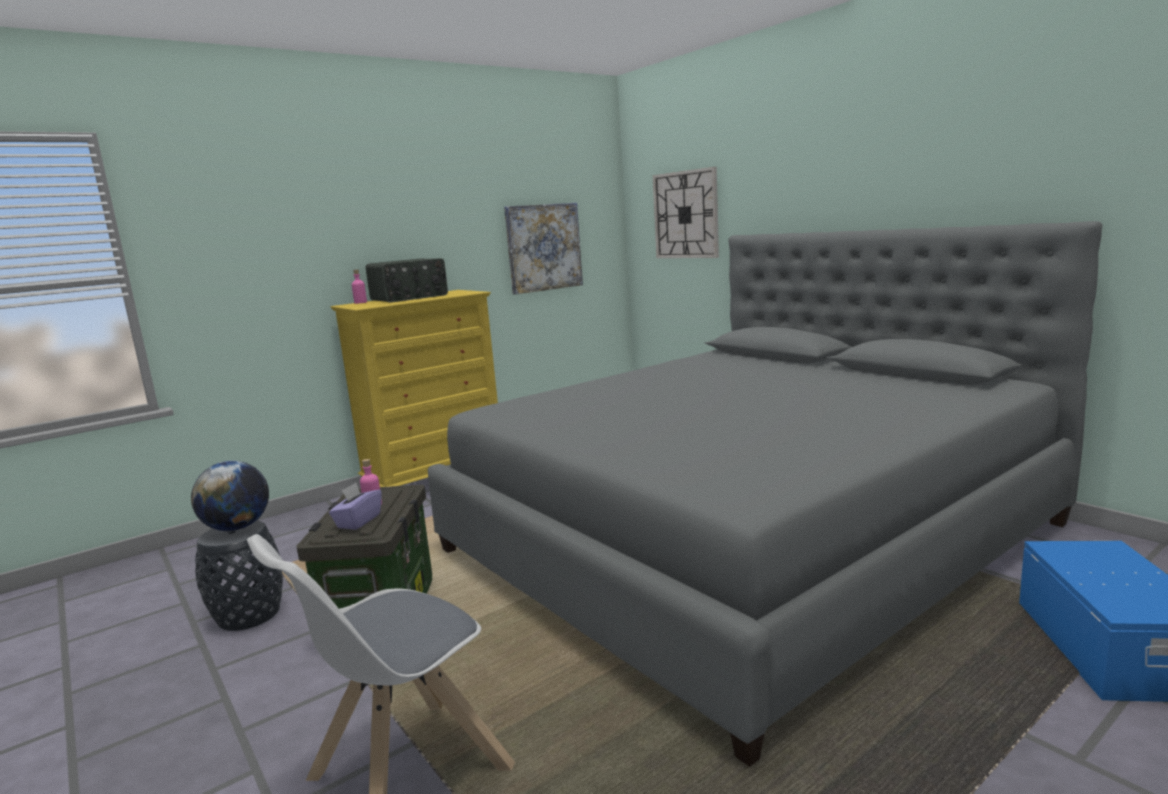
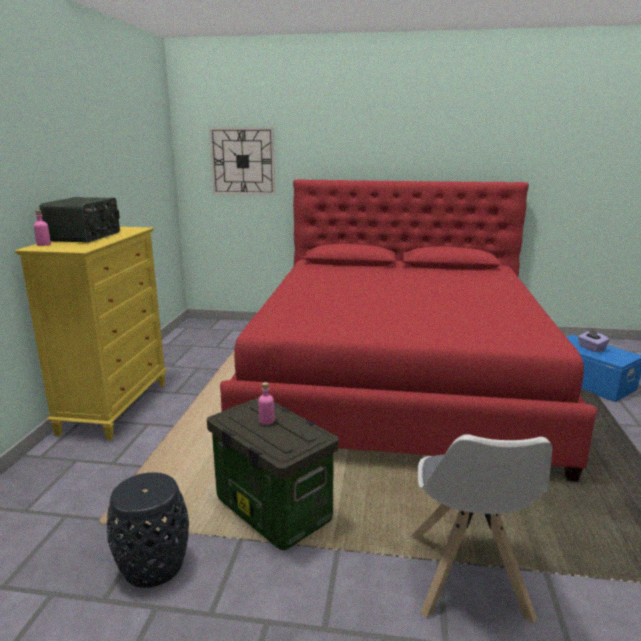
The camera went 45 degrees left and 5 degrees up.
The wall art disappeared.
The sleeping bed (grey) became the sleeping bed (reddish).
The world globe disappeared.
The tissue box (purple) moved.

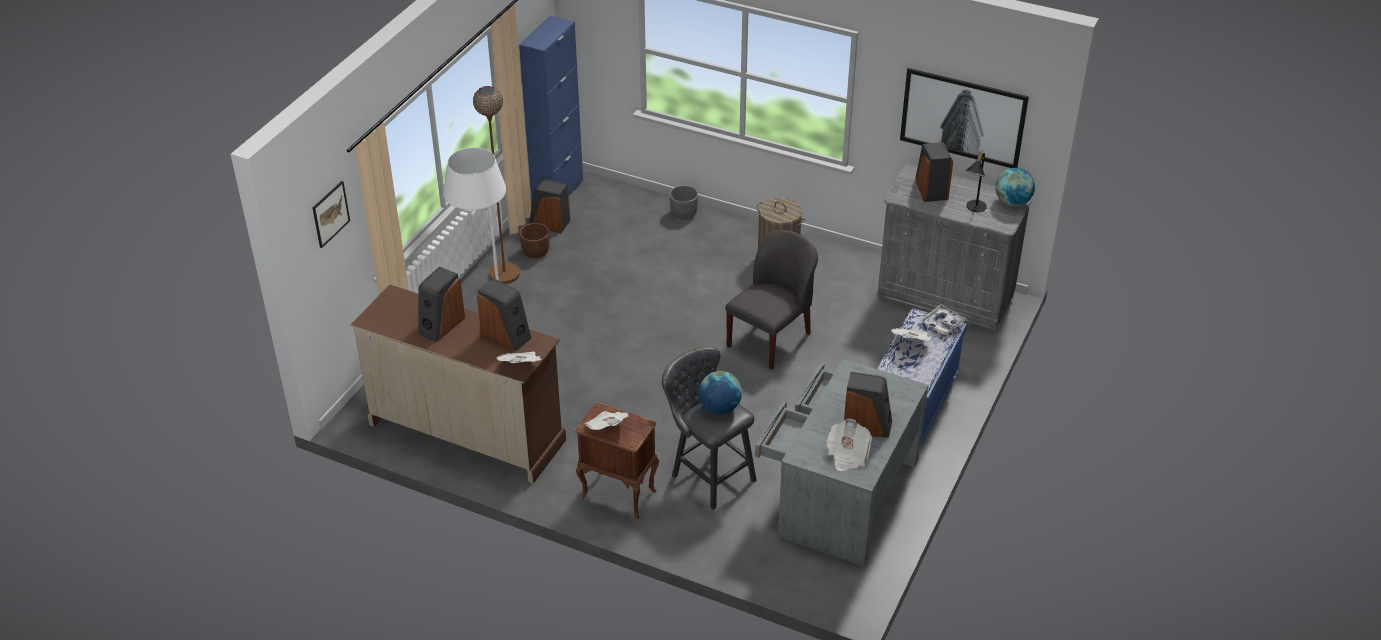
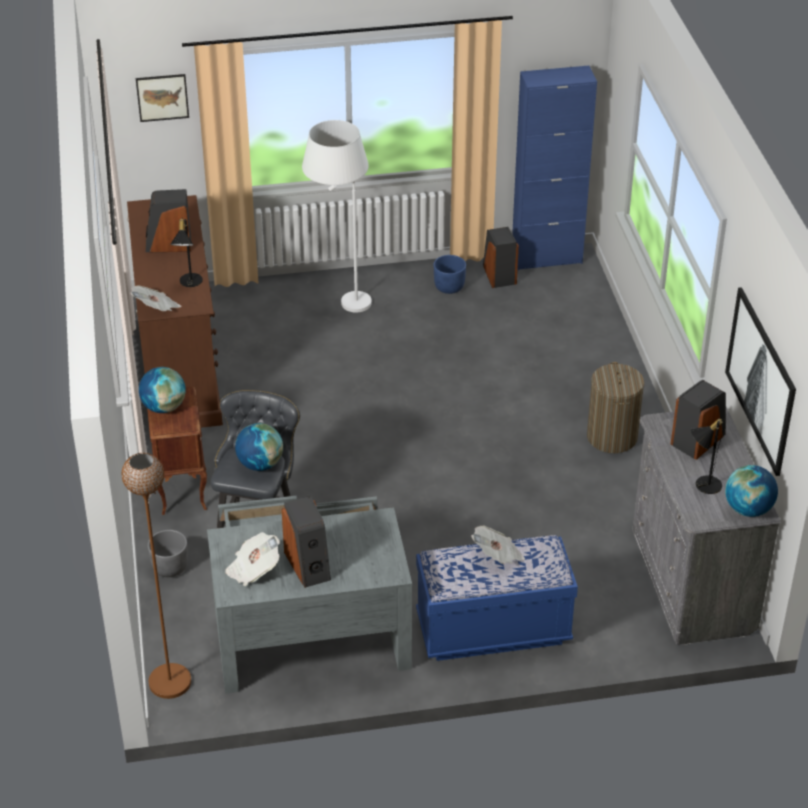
The camera went 55 degrees right and 0 degrees up.
The standing lamp (brown) moved.
The planter (grey) moved.
The planter (brown) became the planter (blue-coloured).
The chair (grey) disappeared.
The audio speaker (no. 2 from left) was replaced by the lamp for a table (black-coloured) (no. 1 from left).
The tray disappeared.
The newspaper (no. 2 from left) was replaced by the world globe (no. 1 from left).

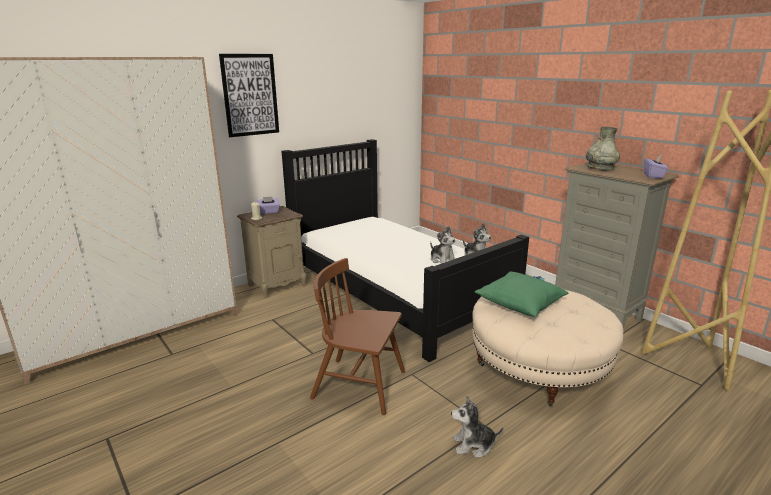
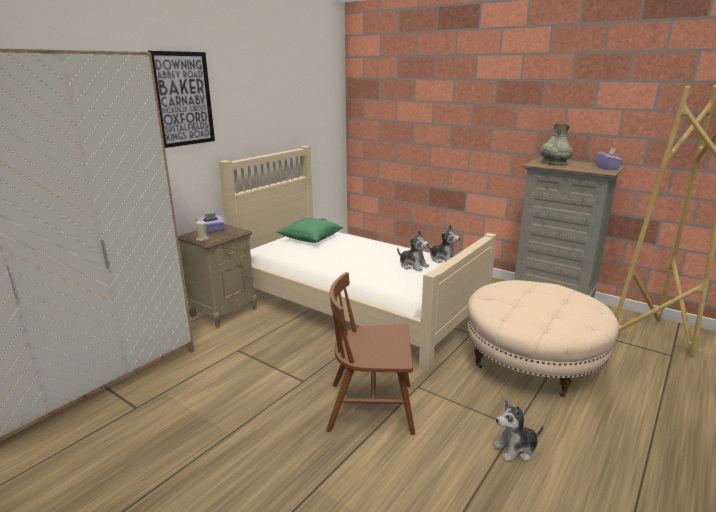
The camera went 15 degrees left and 0 degrees up.
The sleeping bed (black-coloured) became the sleeping bed (sand-coloured).
The throw pillow (greenish) moved.

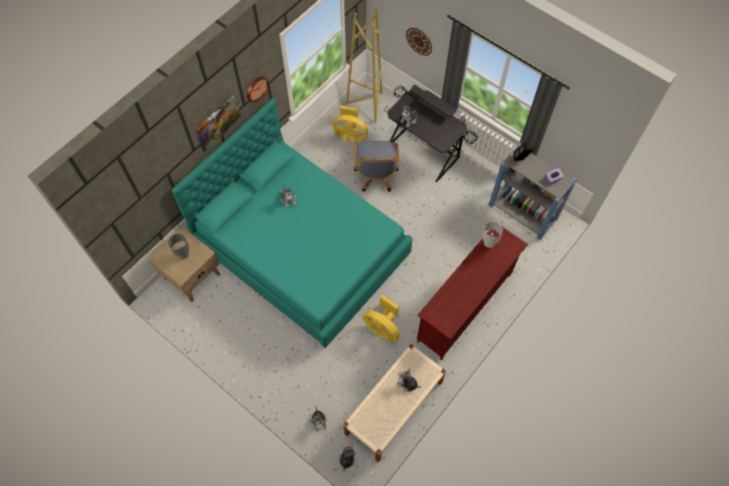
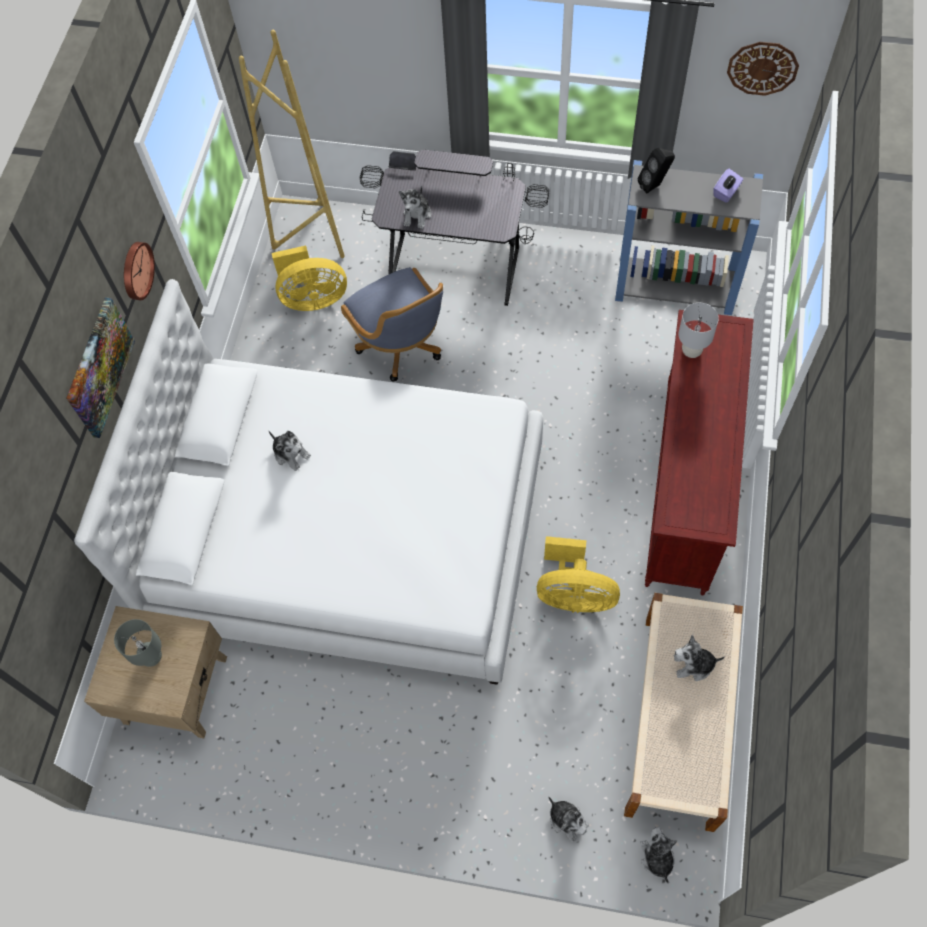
The camera went 25 degrees left and 0 degrees up.
The wall clock (no. 2 from left) moved.
The sleeping bed (turquoise-coloured) became the sleeping bed (white-coloured).

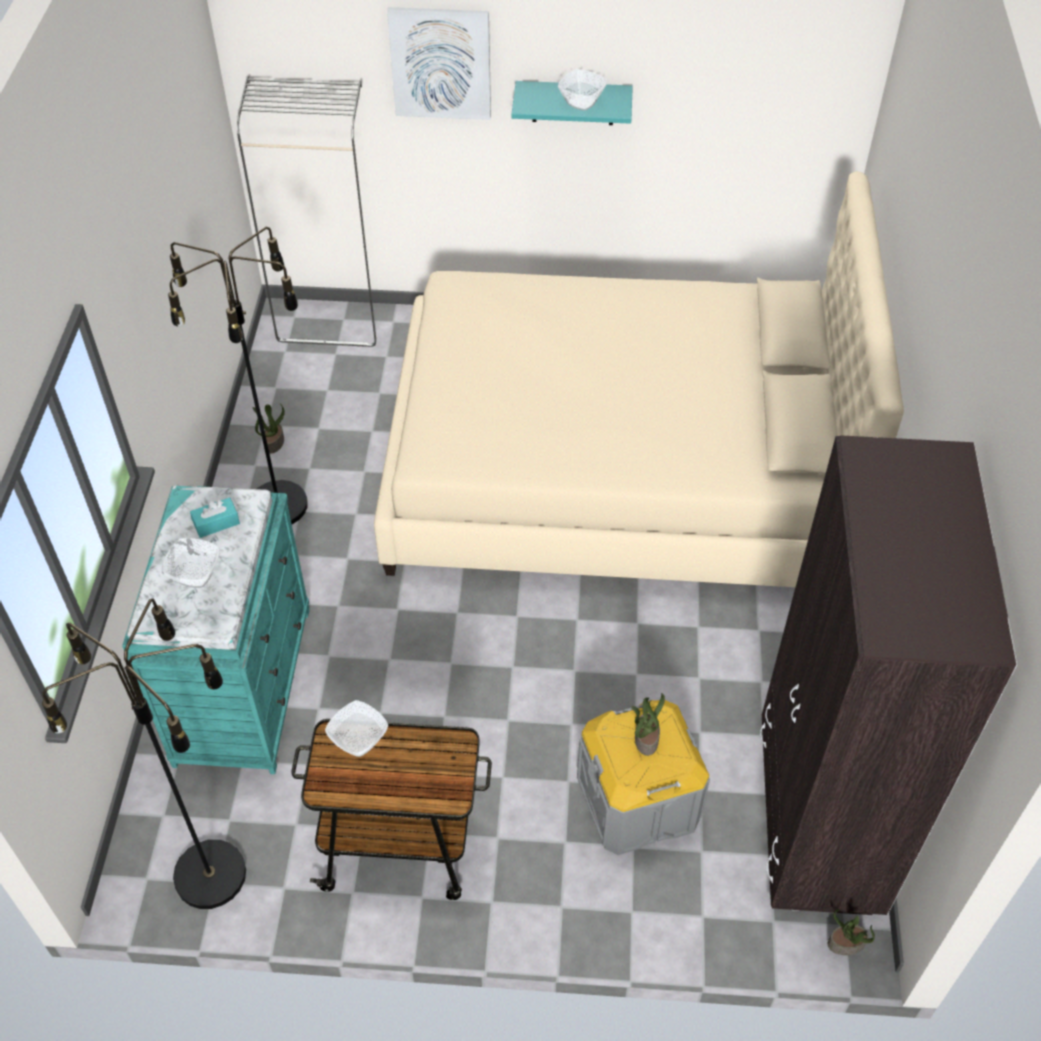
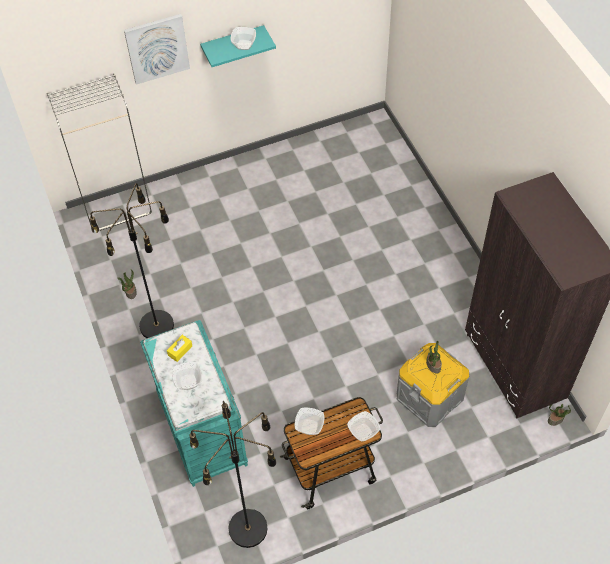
The camera went 25 degrees left and 5 degrees up.
The sleeping bed (sand-coloured) disappeared.
The tissue box (turquoise-coloured) became the tissue box (yellow-coloured).
The serving bowl (no. 4 from left) appeared.

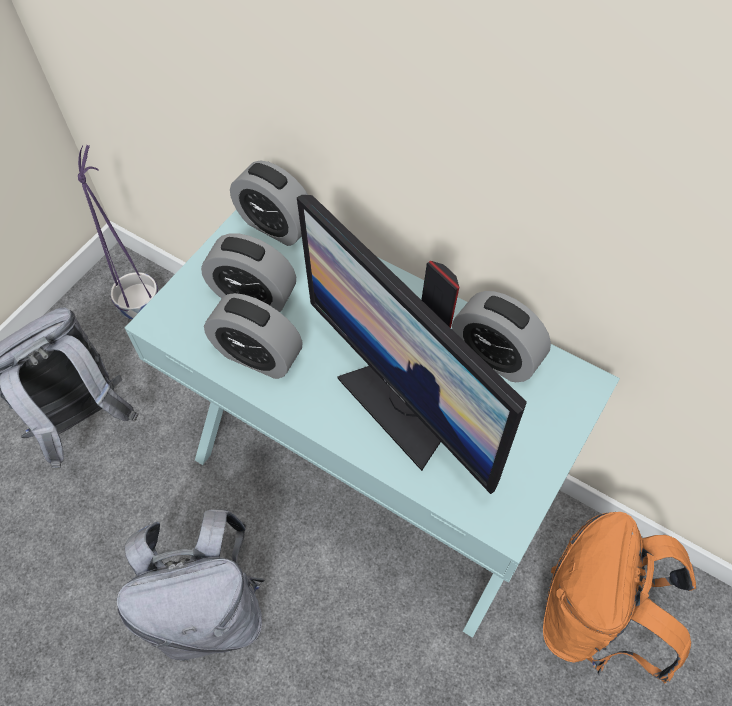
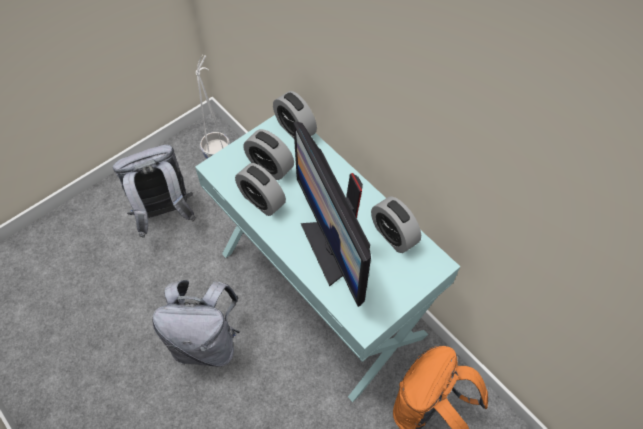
The camera went 15 degrees right and 0 degrees up.
The planter (purple) became the planter (white-coloured).

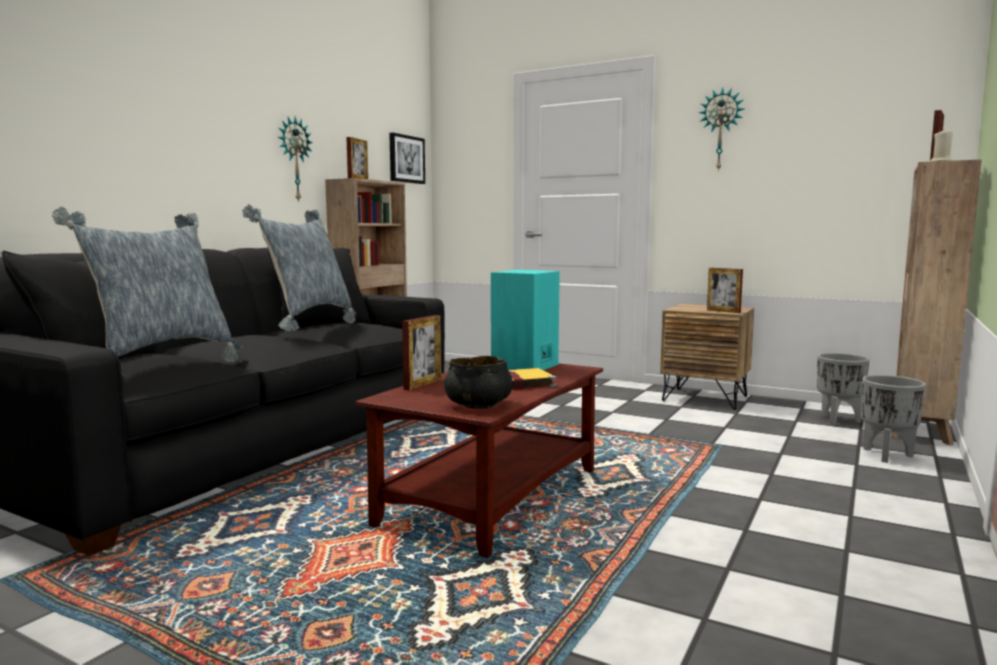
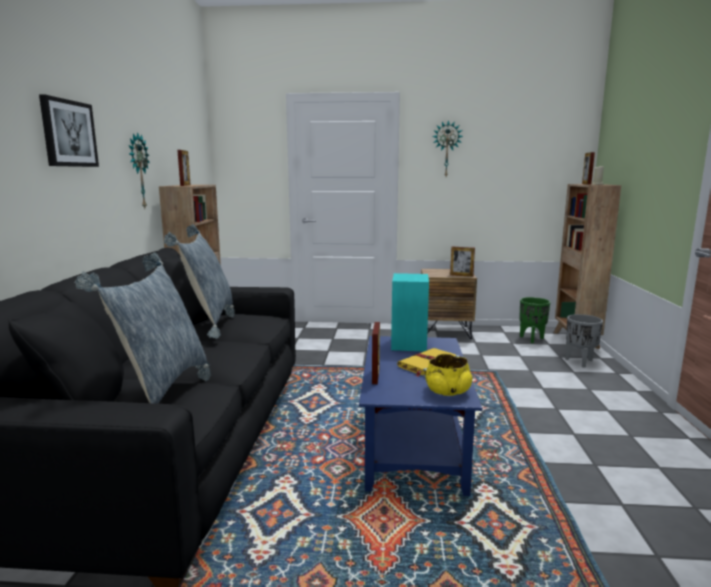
The camera went 25 degrees left and 5 degrees up.
The wall art moved.
The planter (grey) (no. 1 from left) became the planter (greenish).
The serving bowl (black-coloured) became the serving bowl (yellow-coloured).
The low table (brown) became the low table (blue-coloured).

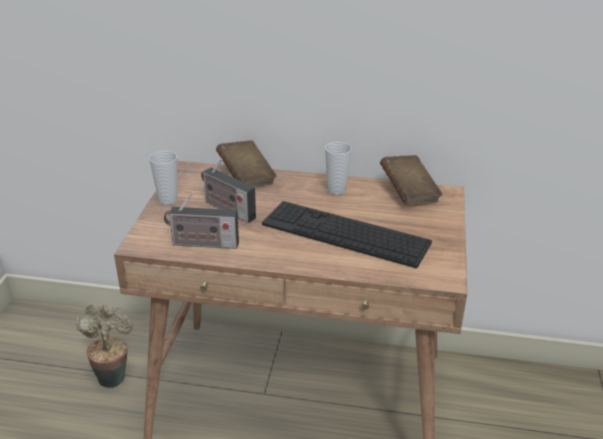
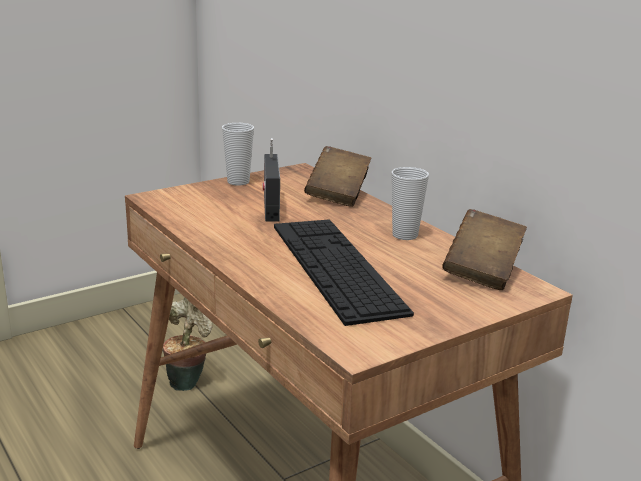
The camera went 45 degrees right and 10 degrees down.
The radio (no. 1 from left) disappeared.

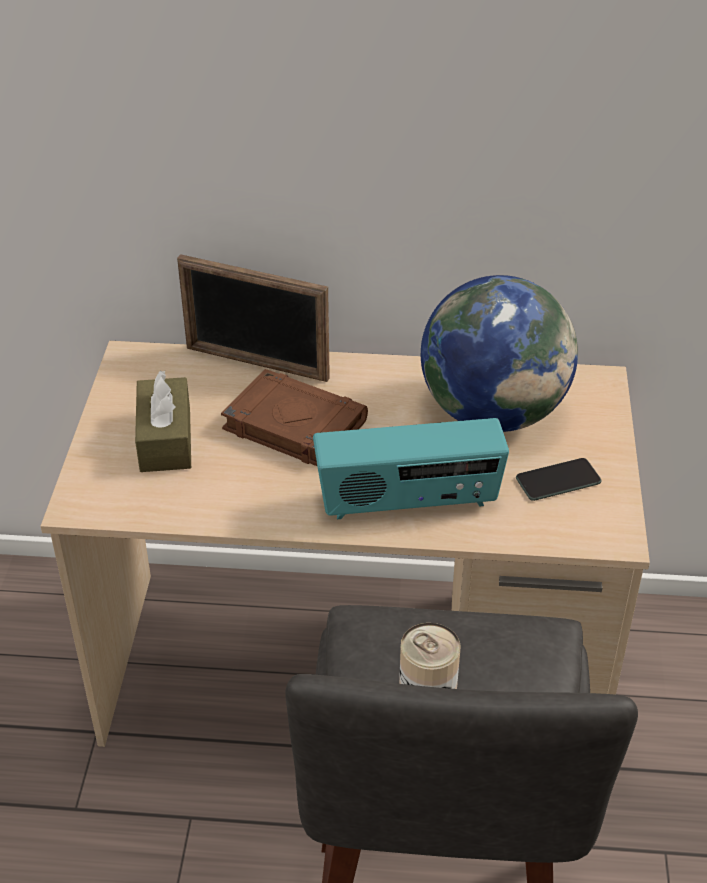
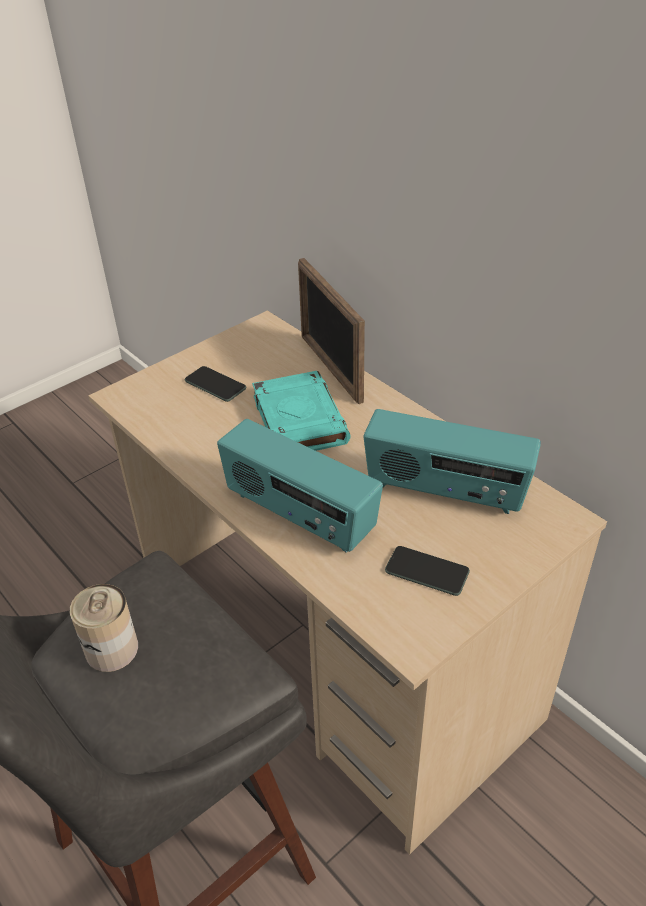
The camera went 45 degrees right and 0 degrees up.
The world globe was replaced by the radio (no. 2 from left).
The bound book (brown) became the bound book (turquoise-coloured).
The tissue box (brown) was replaced by the telephone (no. 1 from left).

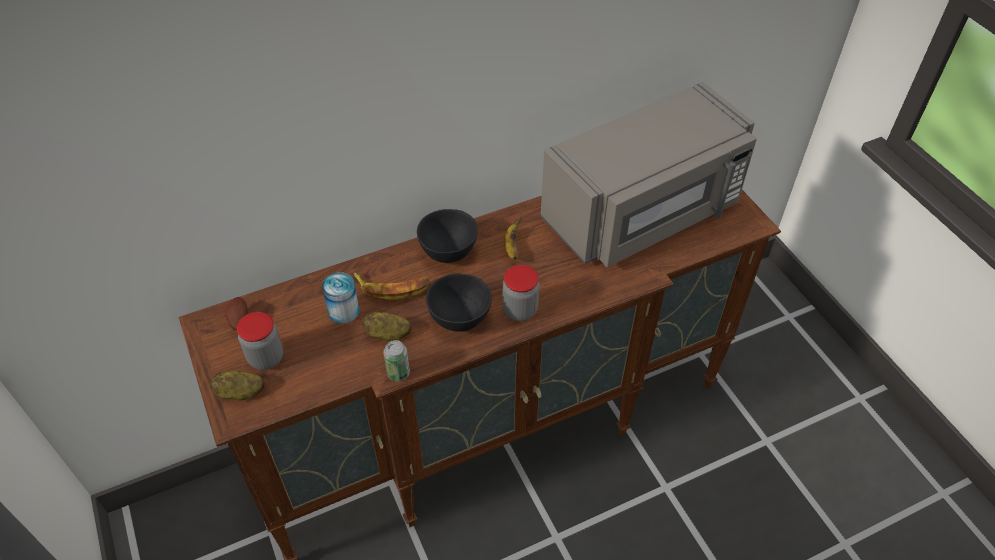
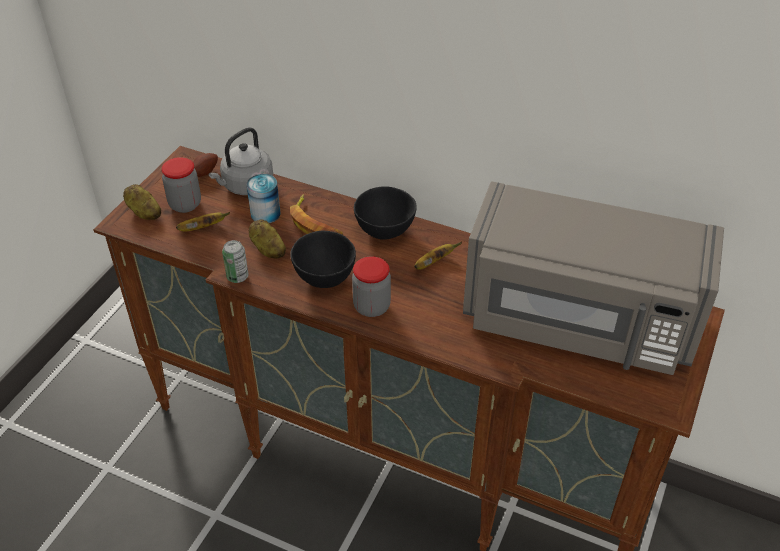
The camera went 50 degrees right and 5 degrees down.
The tea kettle (grey) appeared.
The whole banana (no. 1 from left) appeared.

